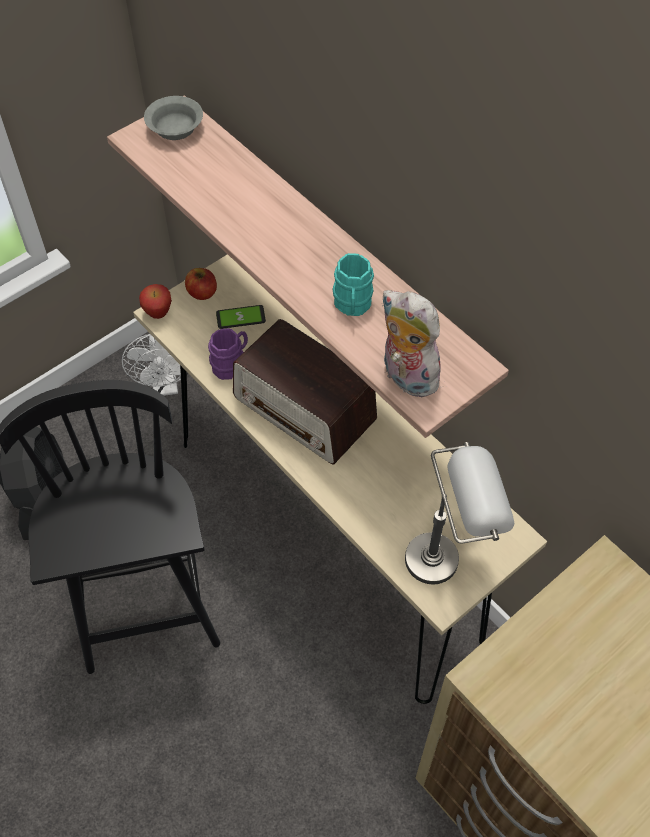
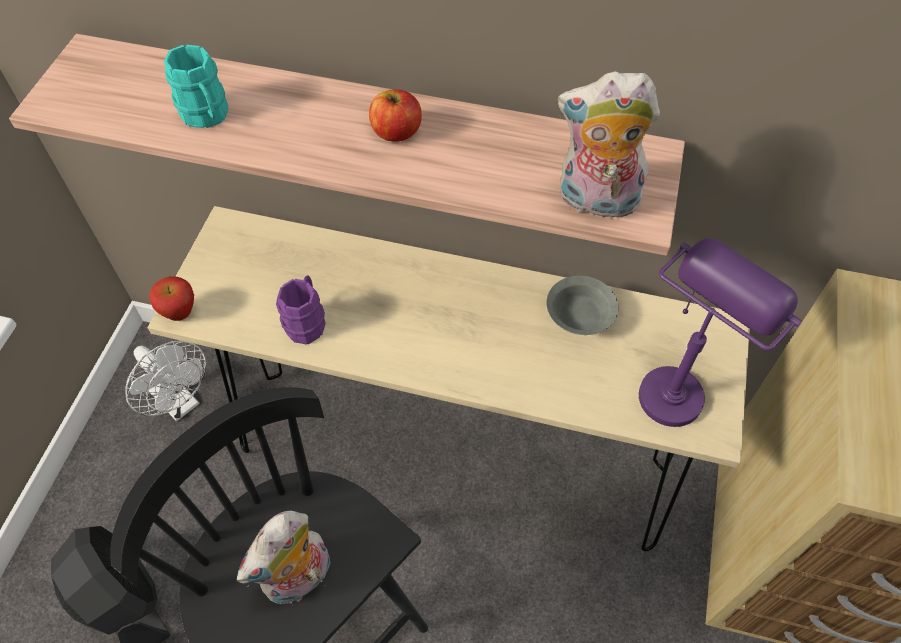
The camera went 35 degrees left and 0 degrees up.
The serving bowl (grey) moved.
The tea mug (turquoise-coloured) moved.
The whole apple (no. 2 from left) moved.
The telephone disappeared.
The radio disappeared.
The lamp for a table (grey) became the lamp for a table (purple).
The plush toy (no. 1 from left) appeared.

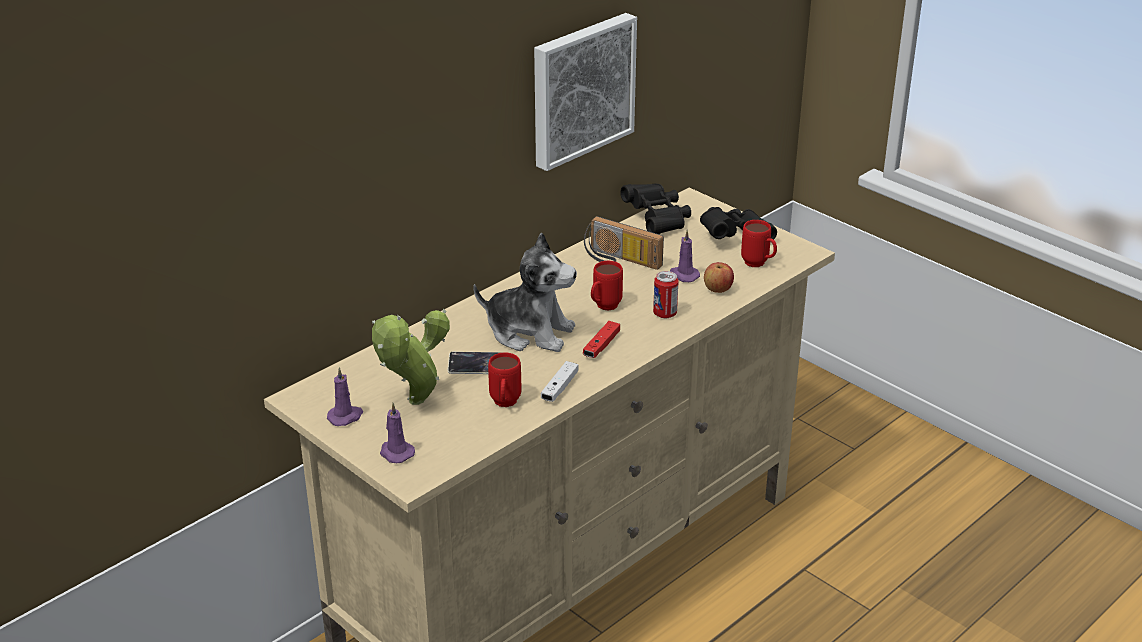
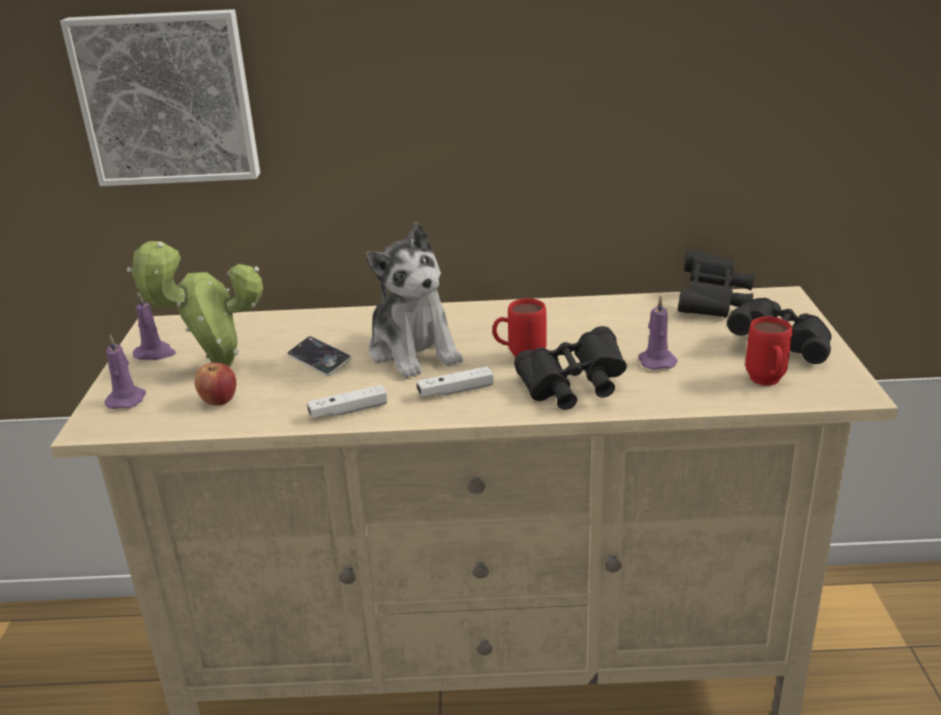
The camera went 45 degrees right and 5 degrees down.
The wall art moved.
The radio disappeared.
The whole apple moved.
The can was replaced by the pair of binoculars (black-coloured) (no. 1 from left).
The gamepad (reddish) became the gamepad (white-coloured) (no. 2 from left).
The tea mug (reddish) (no. 1 from left) disappeared.

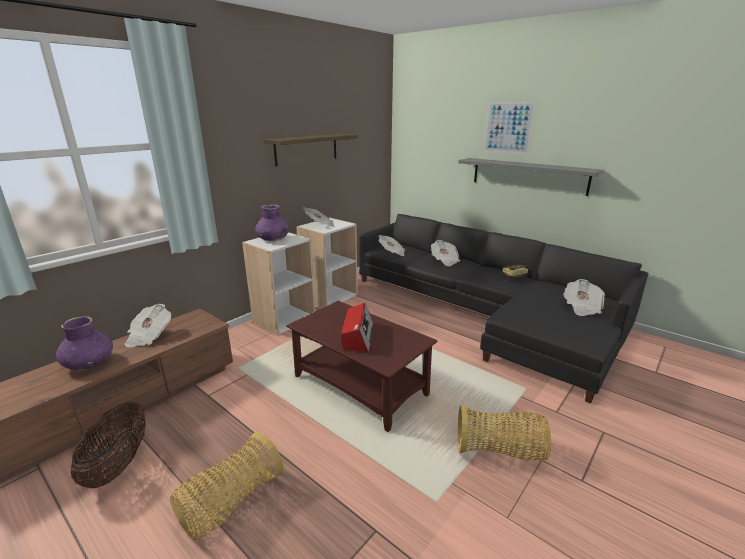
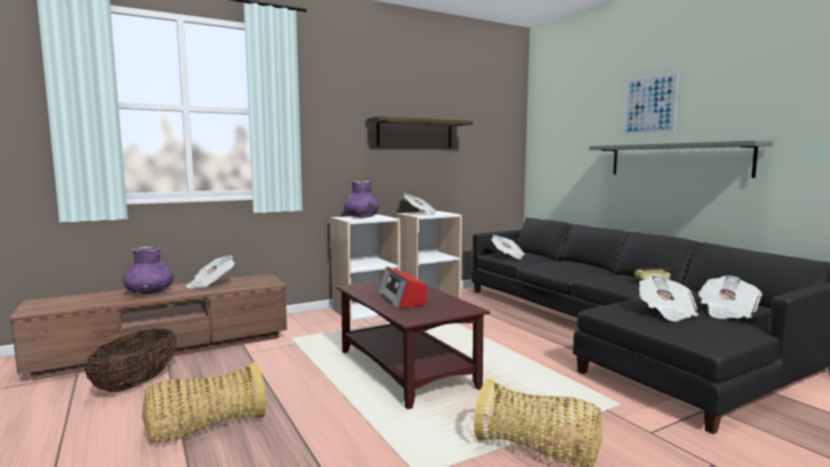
The camera went 20 degrees right and 15 degrees down.
The newspaper (no. 4 from left) moved.
The radio turned 135 degrees clockwise.

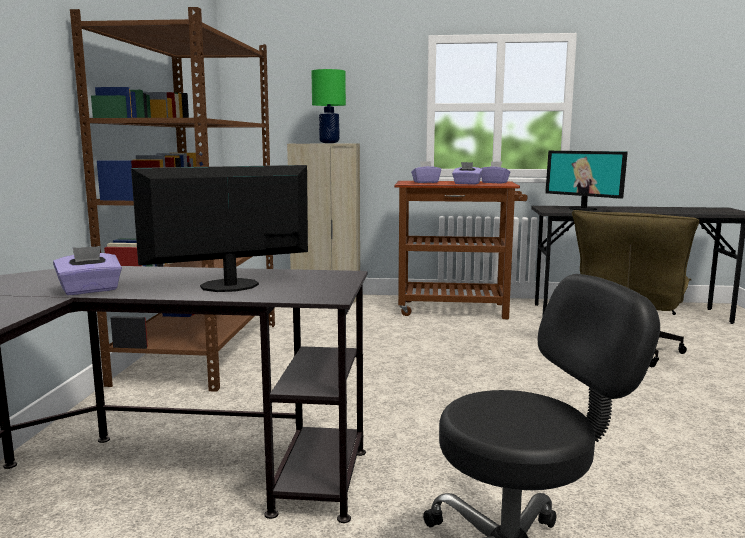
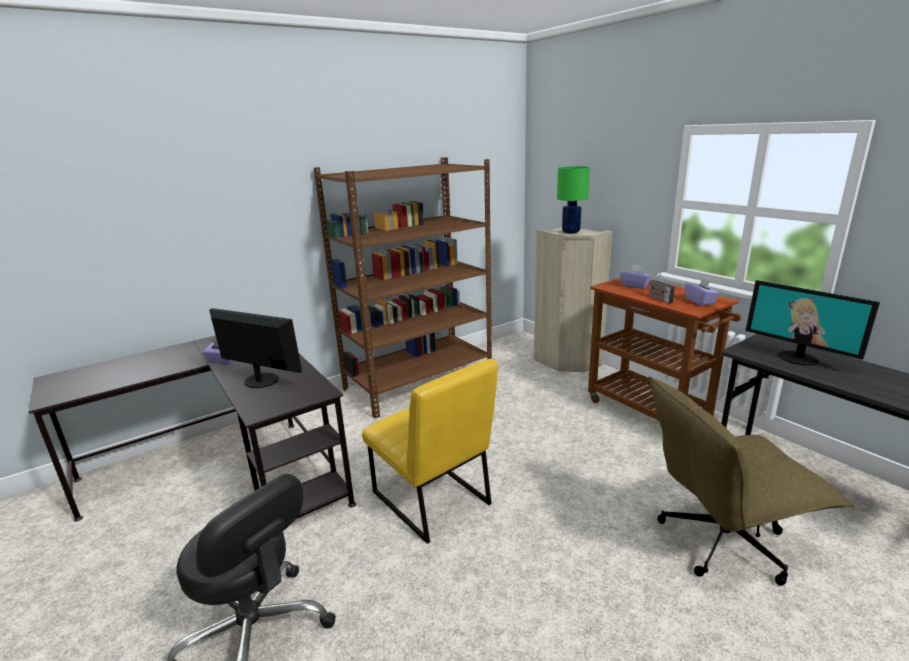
The camera went 50 degrees right and 10 degrees up.
The computer screen (no. 2 from left) turned 45 degrees counterclockwise.
The tissue box (purple) (no. 3 from left) was replaced by the radio.
The chair (yellow-coloured) appeared.

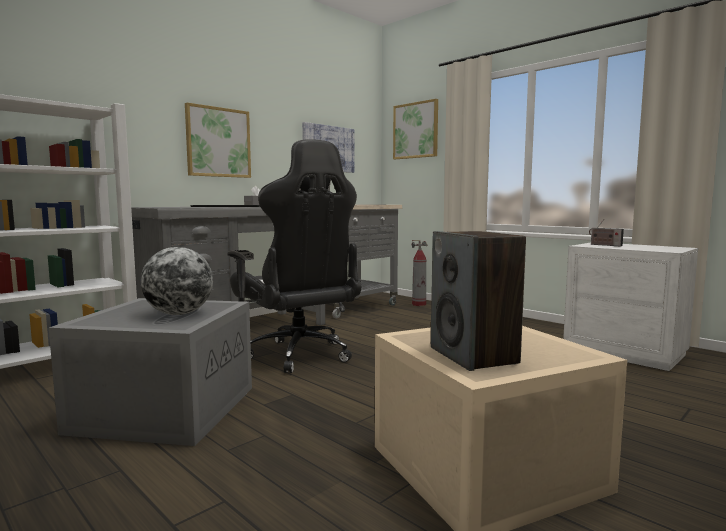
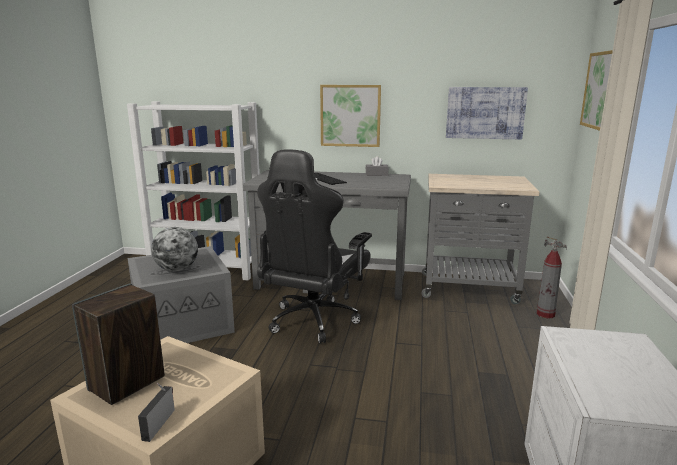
The camera went 55 degrees right and 10 degrees up.
The radio moved.

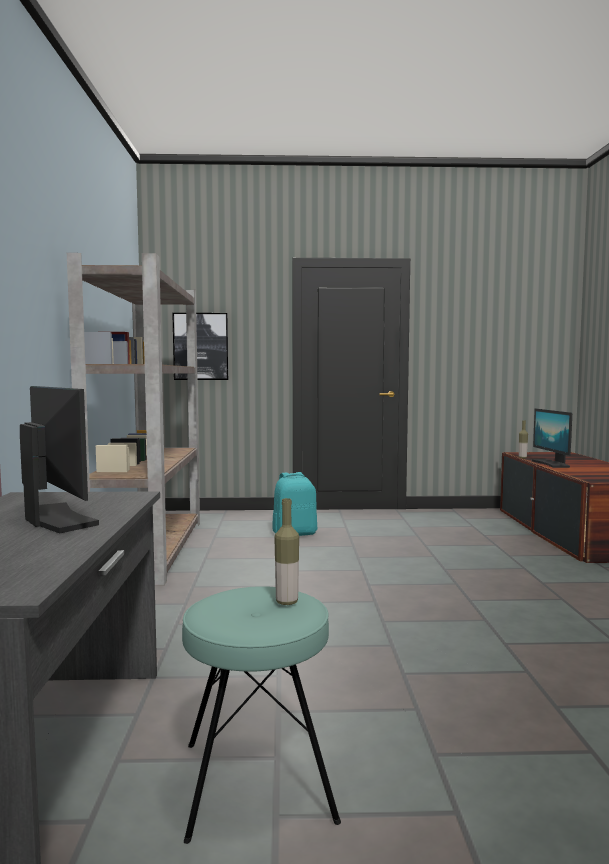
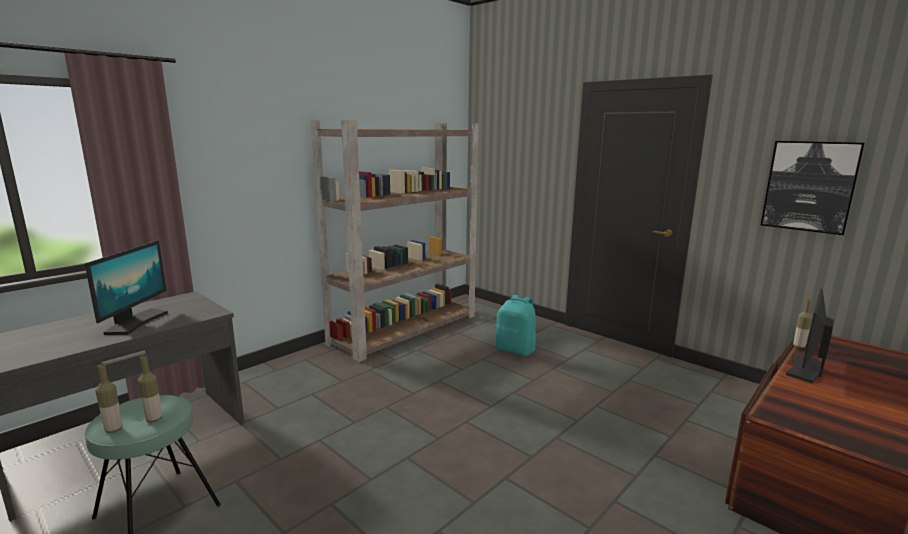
The camera went 45 degrees right and 10 degrees up.
The wall art moved.
The bottle (no. 1 from left) appeared.

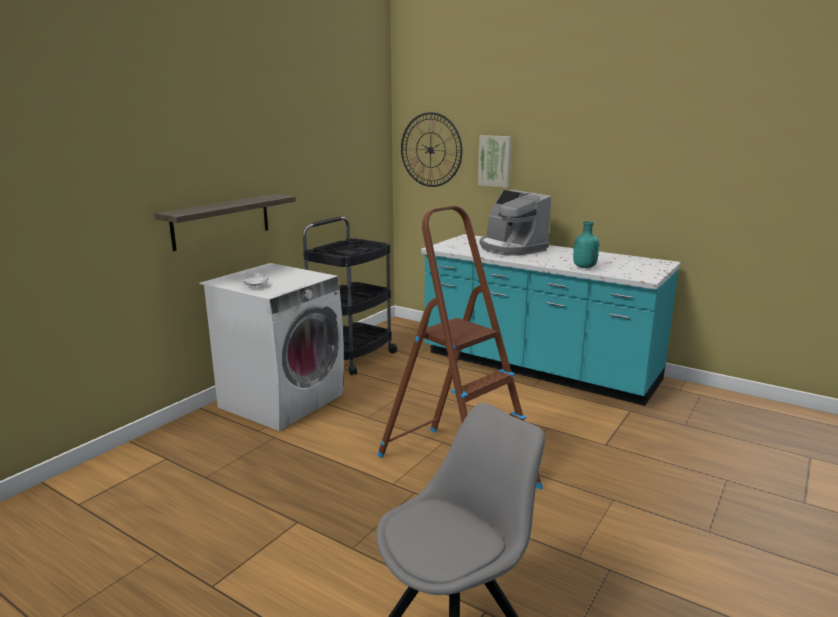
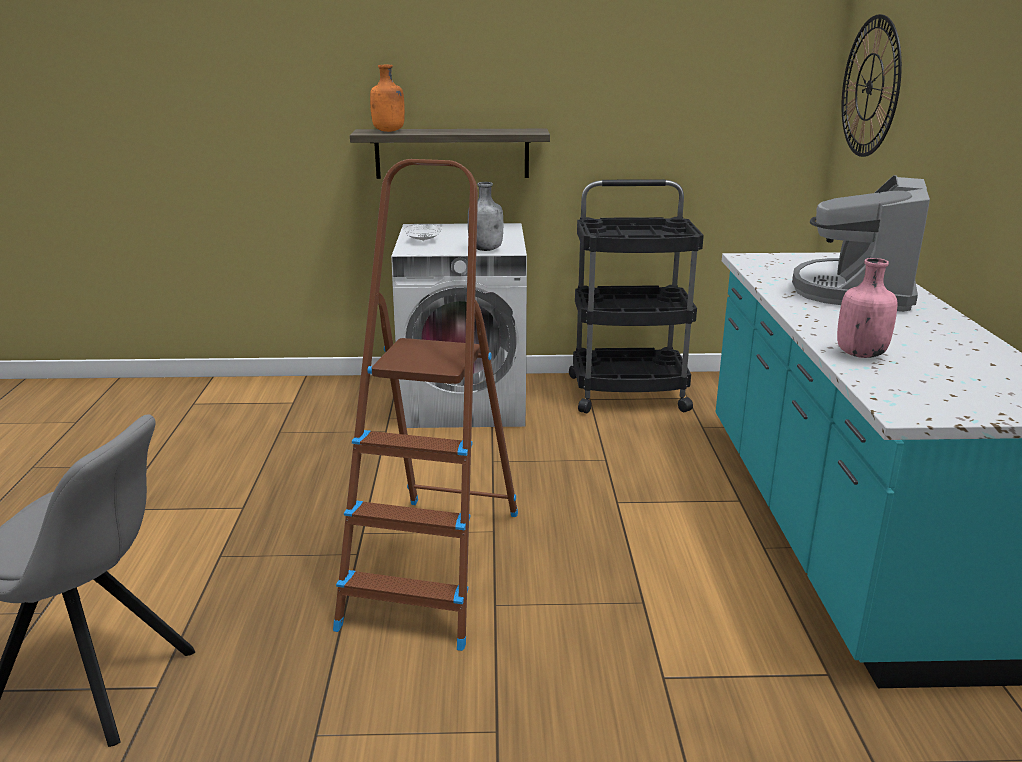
The camera went 55 degrees right and 5 degrees up.
The wall art disappeared.
The bottle (turquoise-coloured) became the bottle (pink).
The bottle (orange) appeared.
The bottle (grey) appeared.

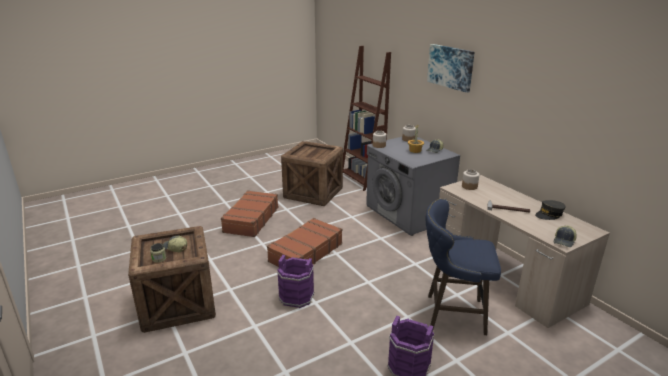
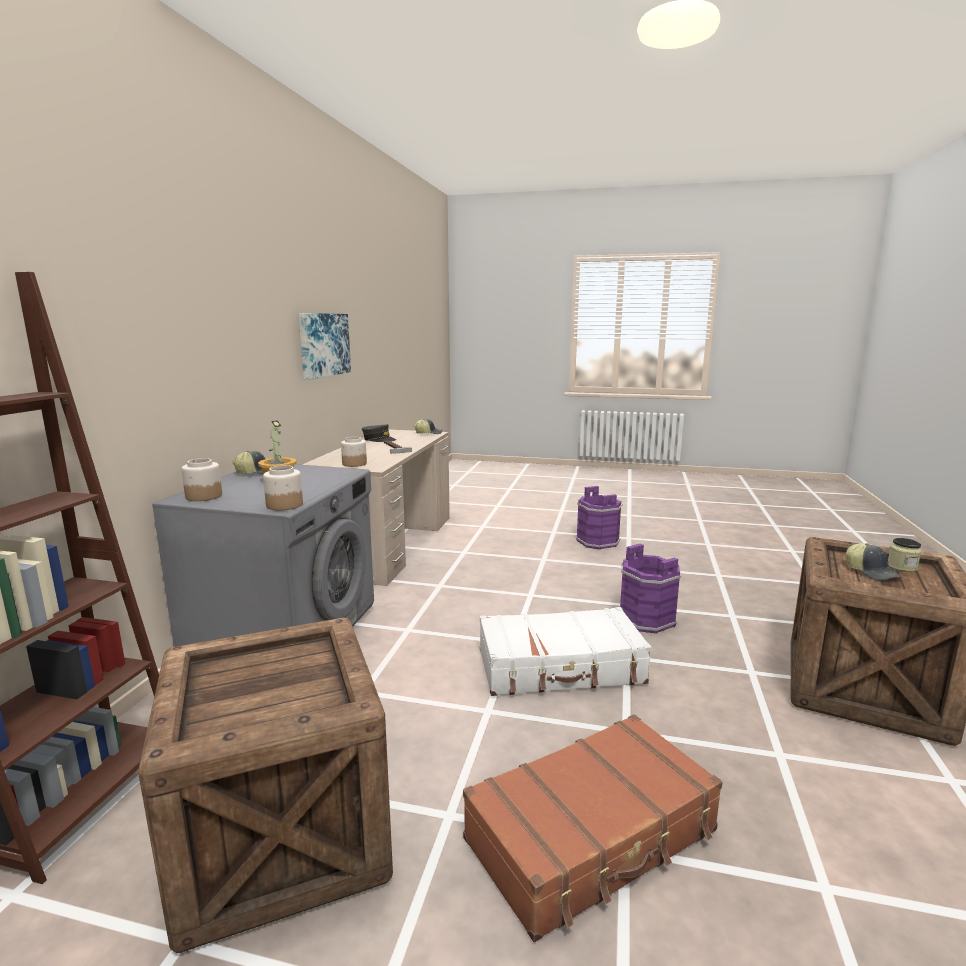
The camera went 135 degrees left and 10 degrees down.
The wall art moved.
The stool (blue-coloured) disappeared.
The piece of luggage (brown) (no. 2 from left) became the piece of luggage (white-coloured).

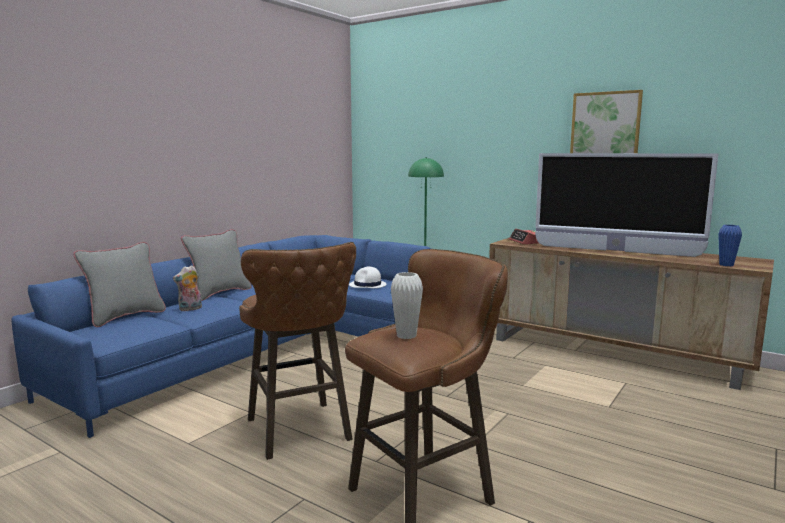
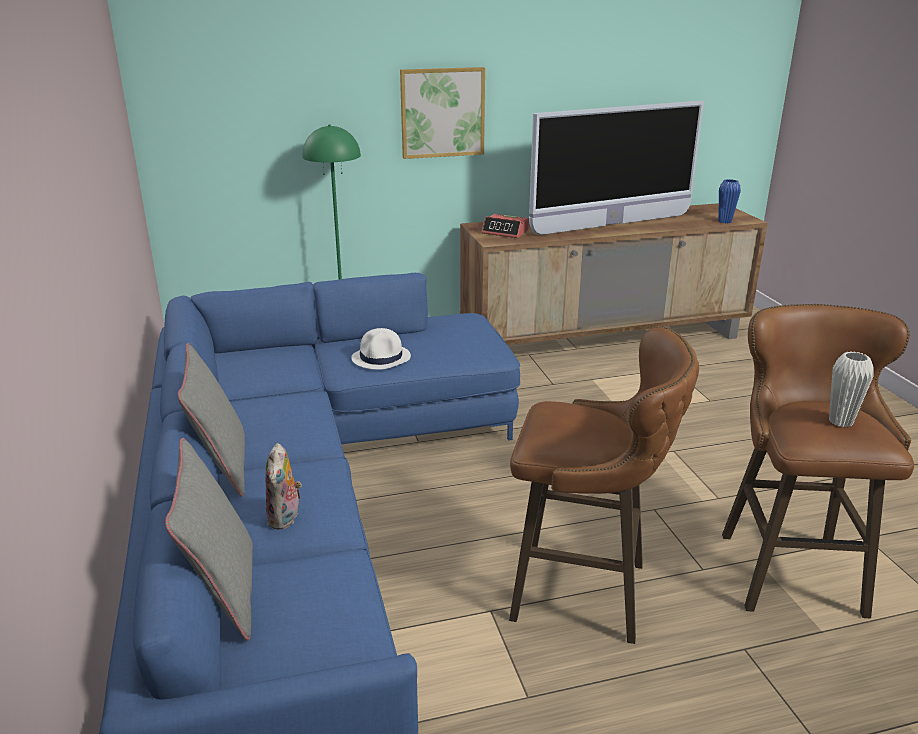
The camera went 50 degrees left and 15 degrees up.
The wall art moved.

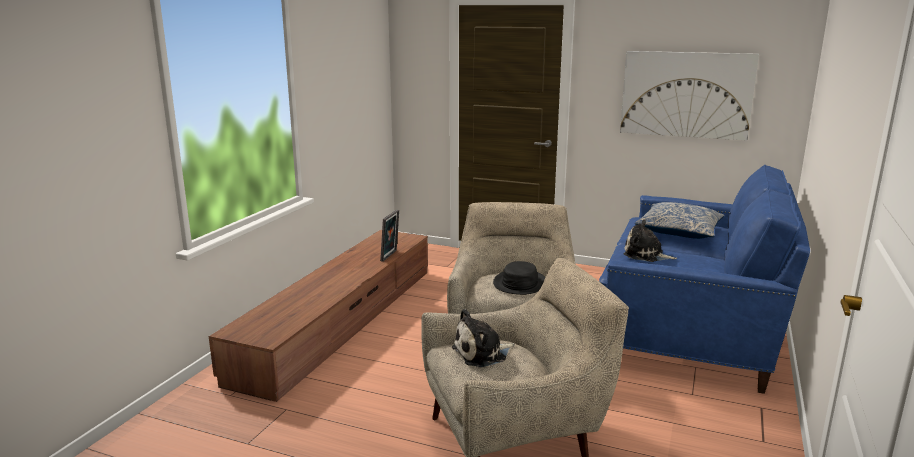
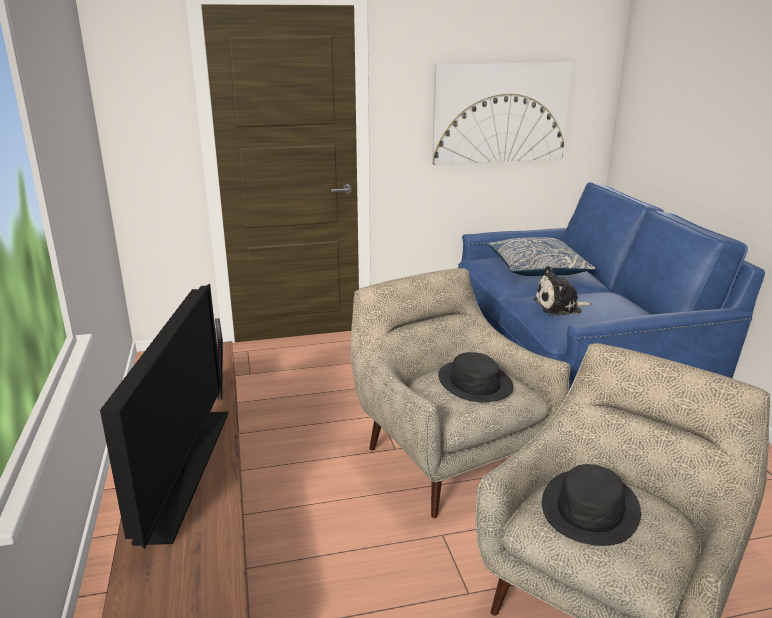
The camera went 35 degrees left and 5 degrees up.
The plush toy (no. 1 from left) was replaced by the wearable hat (black-coloured) (no. 2 from left).
The TV set appeared.

